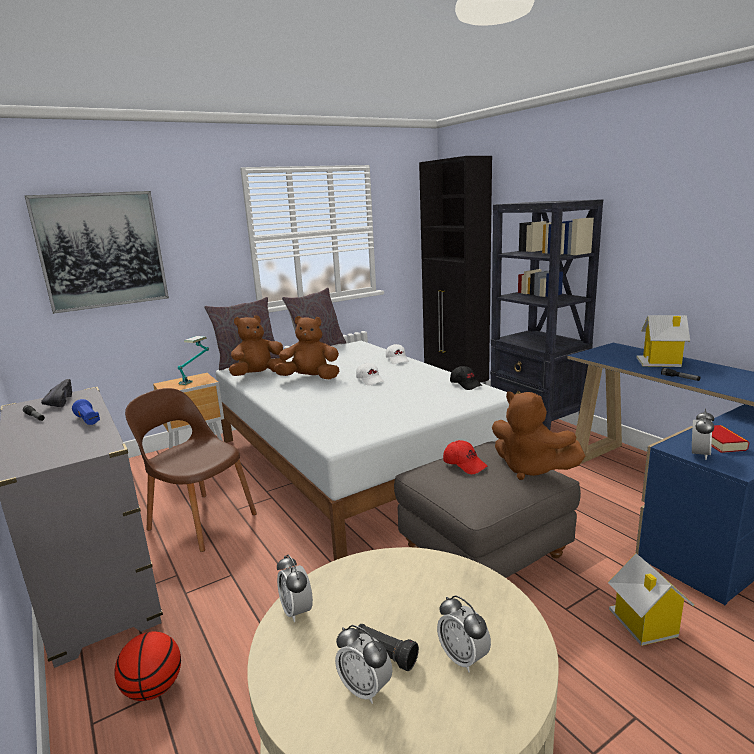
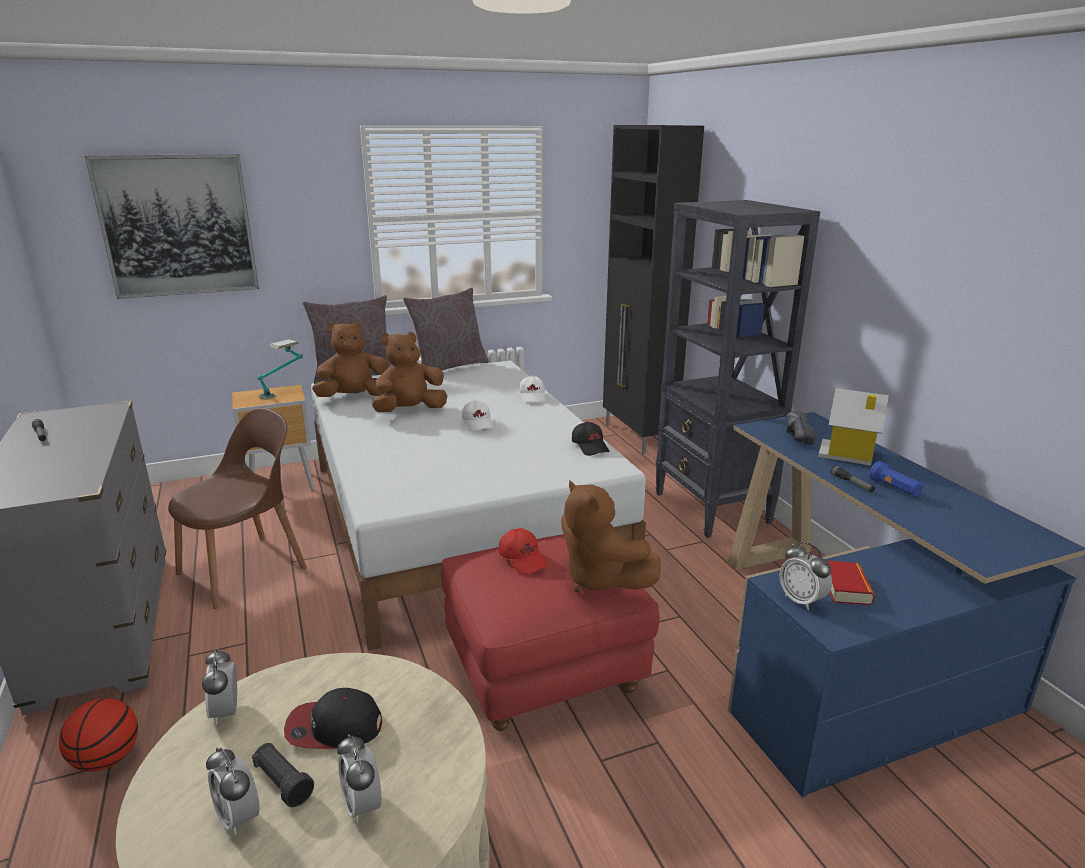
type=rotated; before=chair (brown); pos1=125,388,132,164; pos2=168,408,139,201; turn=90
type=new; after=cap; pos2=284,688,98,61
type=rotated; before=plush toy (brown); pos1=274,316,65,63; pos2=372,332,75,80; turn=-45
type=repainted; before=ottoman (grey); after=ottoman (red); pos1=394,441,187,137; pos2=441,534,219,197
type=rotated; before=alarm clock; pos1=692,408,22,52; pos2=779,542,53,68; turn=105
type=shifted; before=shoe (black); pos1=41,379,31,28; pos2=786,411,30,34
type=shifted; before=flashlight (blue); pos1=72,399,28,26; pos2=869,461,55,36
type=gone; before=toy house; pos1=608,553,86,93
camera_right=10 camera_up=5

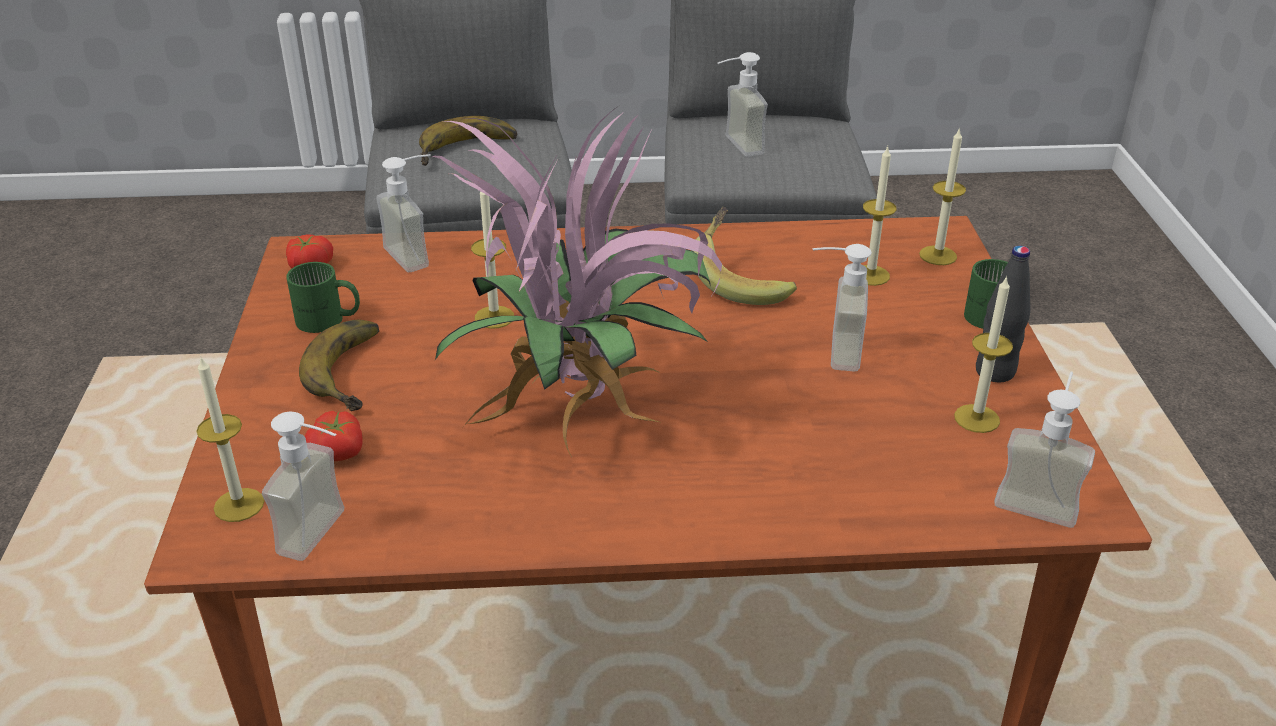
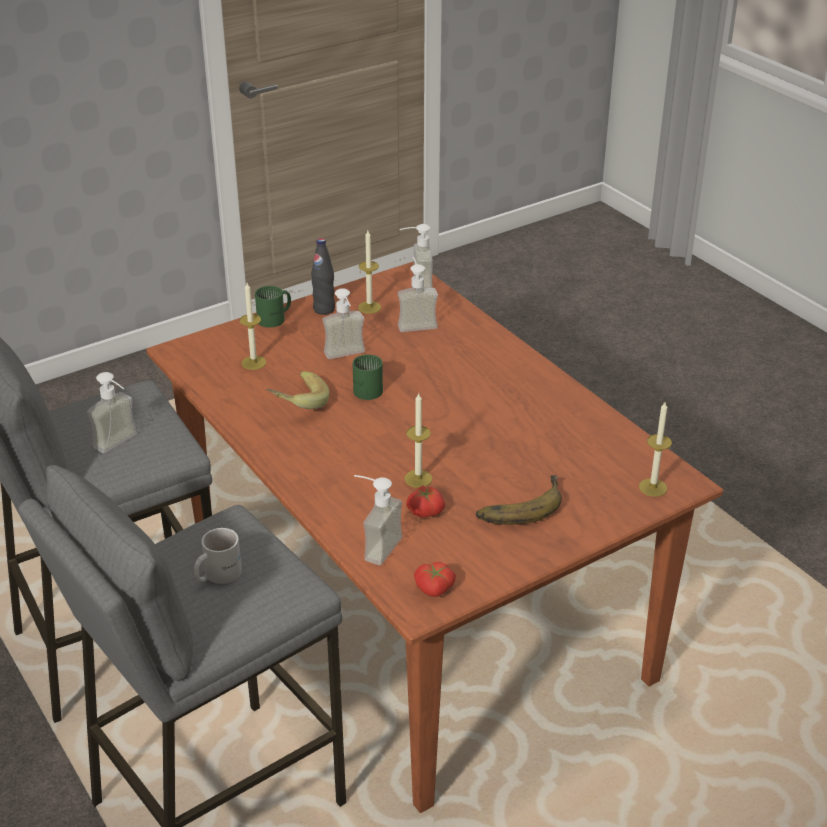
type=swapped; before=banana; after=mug (white); pos1=419,116,99,50; pos2=194,528,48,56
type=shifted; before=mug (green); pos1=286,262,74,71; pos2=353,354,30,46
type=shifted; before=soap dispenser; pos1=262,411,82,150; pos2=398,257,40,75
type=shifted; before=tomato; pos1=305,411,58,50; pos2=406,486,39,32
type=gone; before=potted plant; pos1=433,108,289,349
type=gone; before=candle; pos1=919,127,47,138
camera_right=-120 camera_up=0

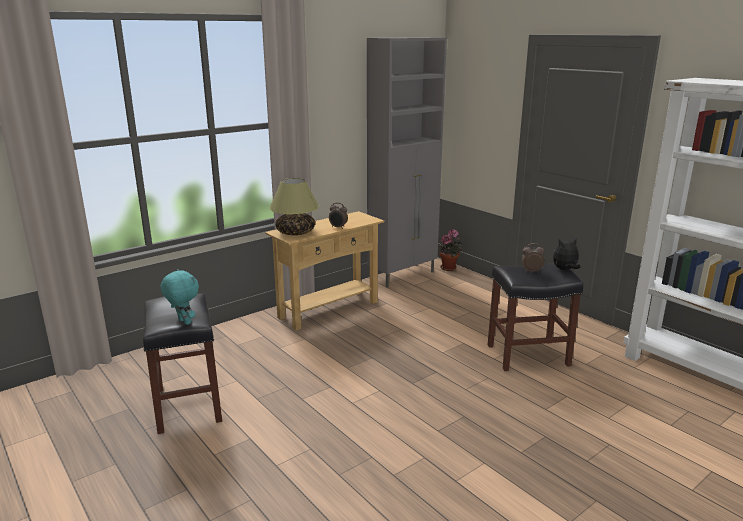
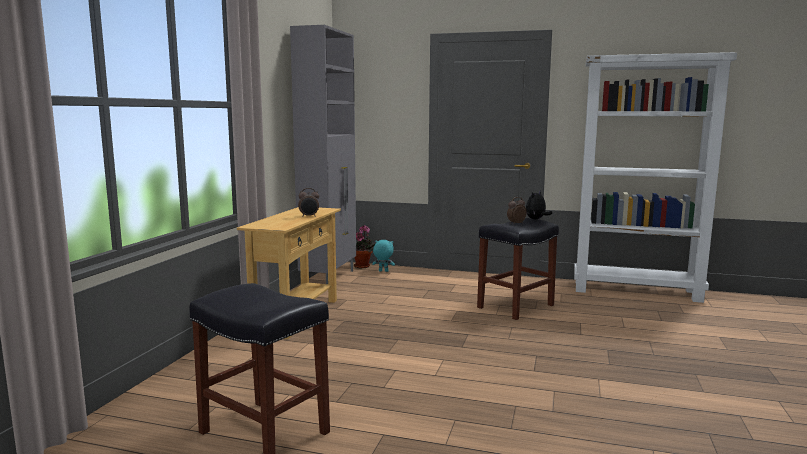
type=shifted; before=plush toy (turquoise); pos1=160,269,39,56; pos2=372,240,23,32
type=gone; before=table lamp; pos1=270,178,49,57
camera_right=-35 camera_up=-10

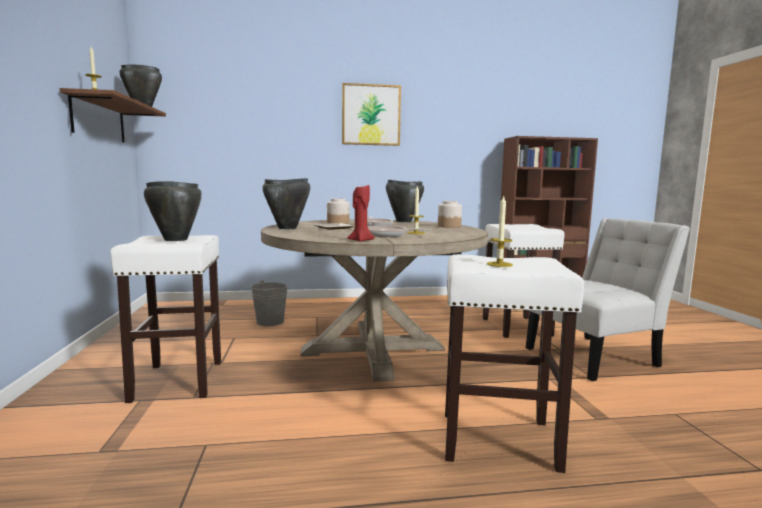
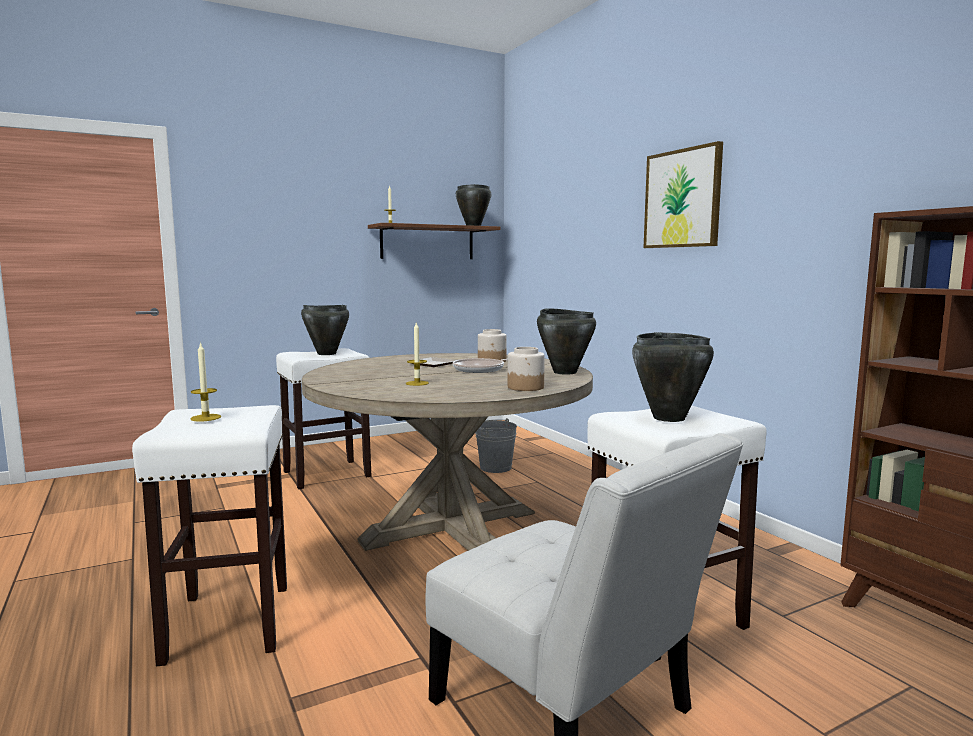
type=shifted; before=cooking pot (black); pos1=262,178,48,51; pos2=632,332,82,90
type=gone; before=candle (red); pos1=347,185,28,57
type=gone; before=frying pan; pos1=368,226,64,11
camera_right=70 camera_up=0

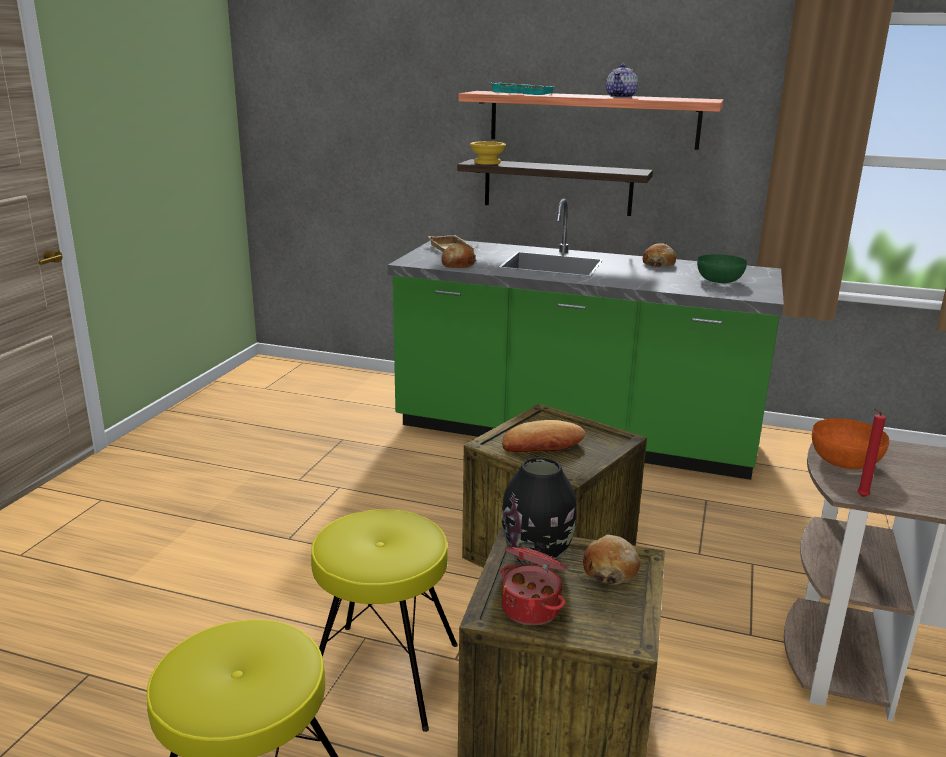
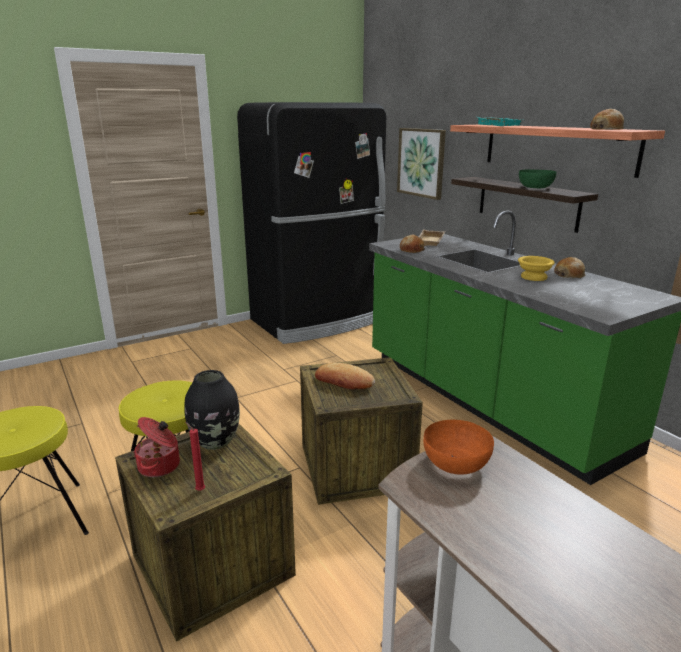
type=shifted; before=candle (red); pos1=857,408,29,89; pos2=185,422,20,69
type=new; after=fridge (black); pos2=237,102,149,242
type=new; after=picture; pos2=397,128,49,72
type=shifted; before=bowl (yellow); pos1=470,141,36,24; pos2=518,256,37,25
type=shifted; before=bowl (green); pos1=697,254,50,29; pos2=519,170,38,18
type=shifted; before=bread; pos1=583,534,58,51; pos2=590,109,34,21
type=gone; before=teapot; pos1=606,64,32,34
camera_right=40 camera_up=0

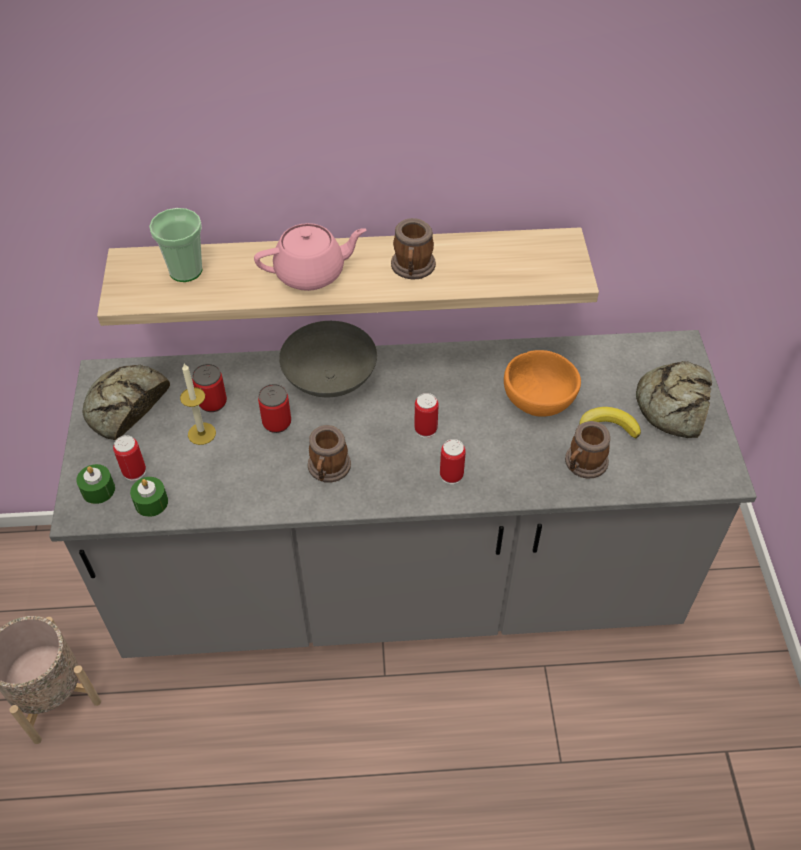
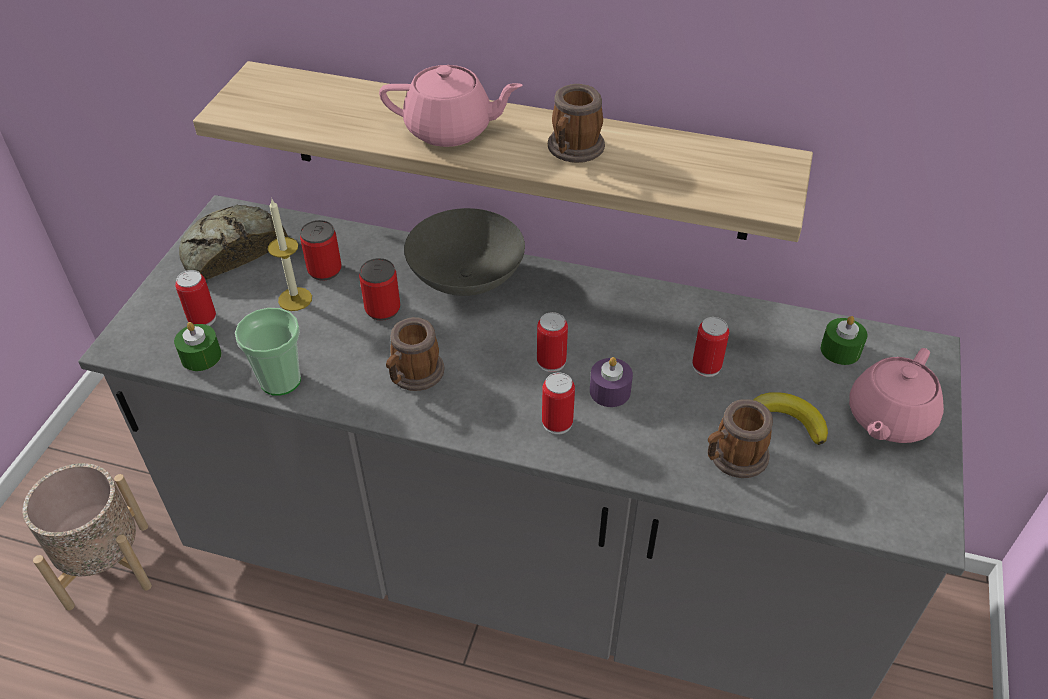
type=shifted; before=cup; pos1=149,208,53,74; pos2=235,308,66,88
type=new; after=candle (purple); pos2=590,357,43,50
type=swapped; before=bowl (orange); after=can; pos1=504,350,77,67; pos2=692,317,37,60
type=shifted; before=candle (green); pos1=76,464,39,40; pos2=820,316,47,49
type=swapped; before=bread; after=teapot (pink); pos1=636,361,76,77; pos2=849,348,95,95
camera_right=20 camera_up=-5

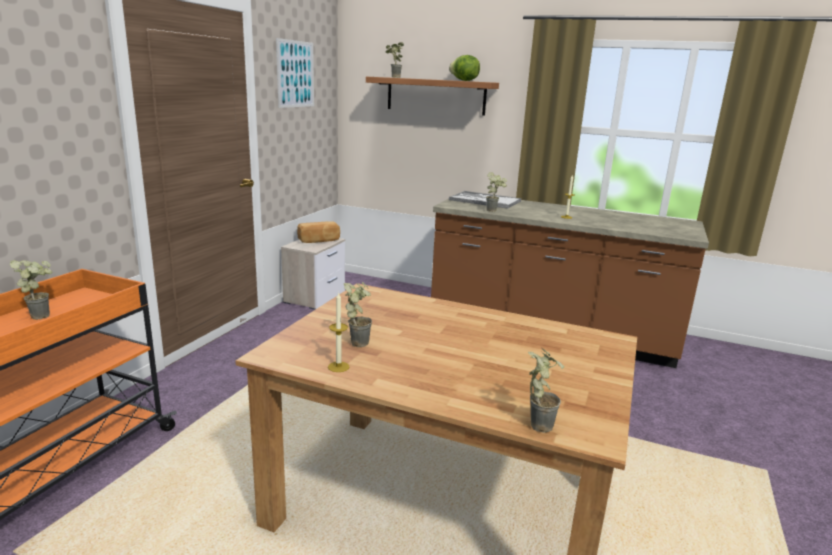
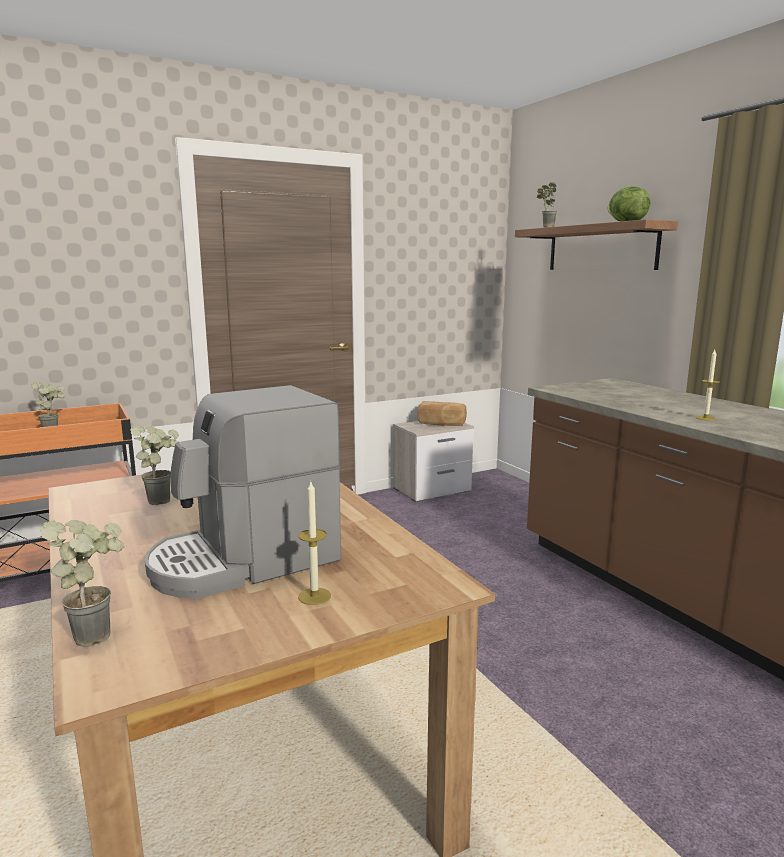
type=new; after=coffee machine; pos2=145,385,196,214
type=shifted; before=candle; pos1=328,292,22,80; pos2=298,482,33,123
type=gone; before=picture; pos1=276,38,38,70
type=gone; before=tray; pos1=449,191,72,18
type=gone; before=potted plant; pos1=486,172,21,40
camera_right=40 camera_up=-5

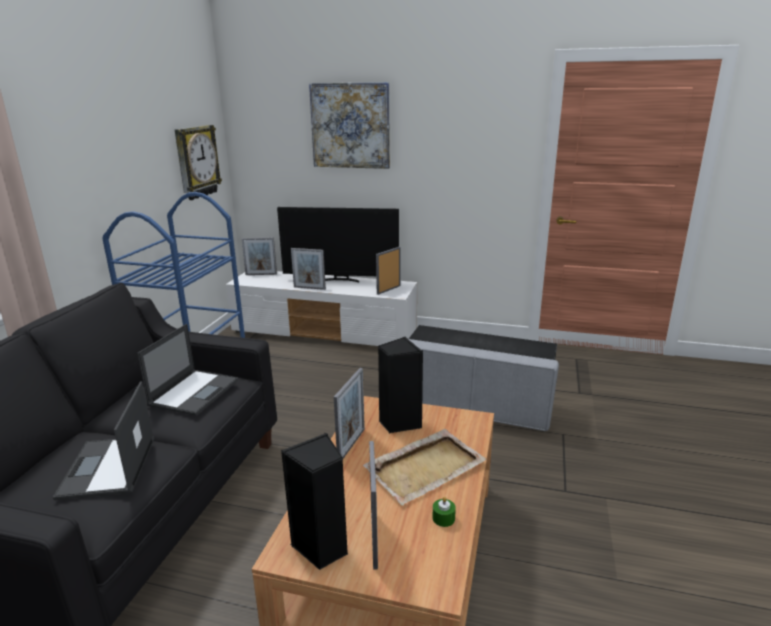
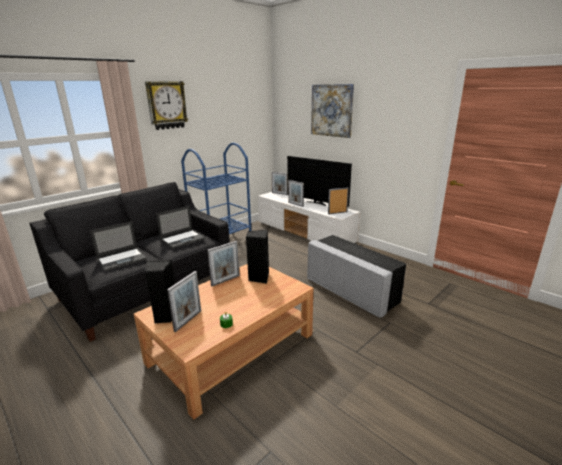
type=rotated; before=laptop; pos1=53,381,101,119; pos2=90,221,57,50; turn=-150
type=shifted; before=wall clock; pos1=175,125,47,75; pos2=145,81,43,49
type=gone; before=tray (beige); pos1=363,429,124,76
camera_right=30 camera_up=0

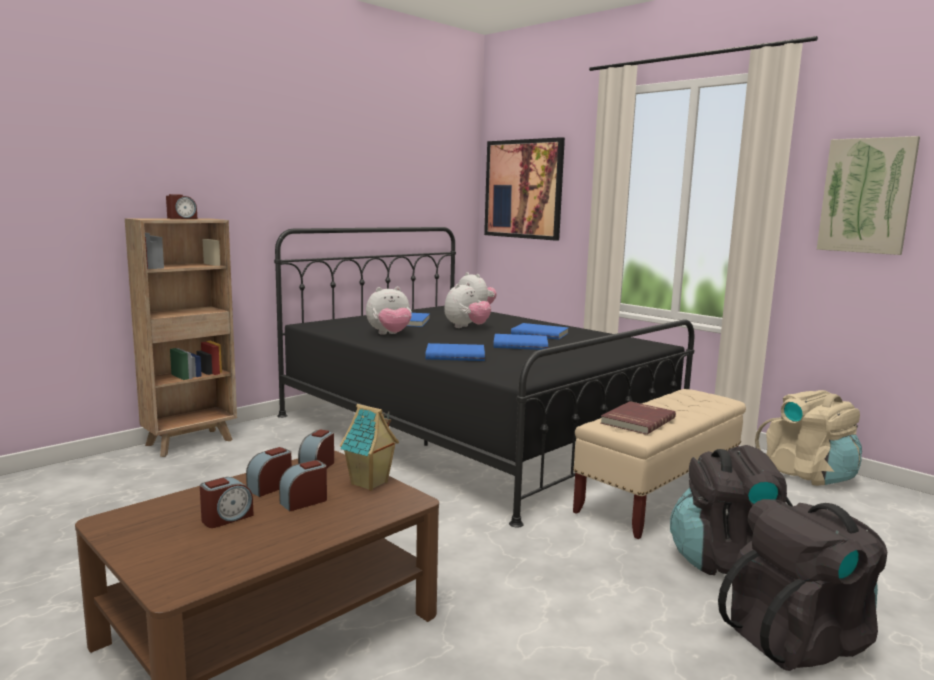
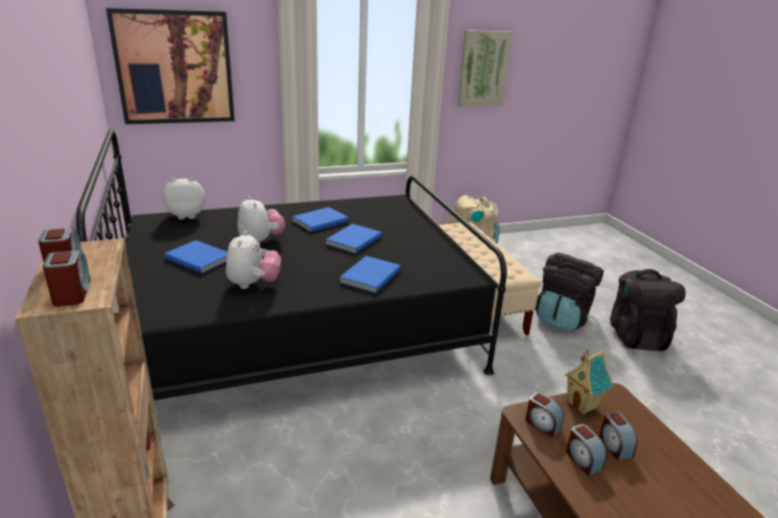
type=shifted; before=alarm clock; pos1=200,477,54,51; pos2=43,250,47,57
type=gone; before=book (red); pos1=600,401,76,34
camera_right=-65 camera_up=15

